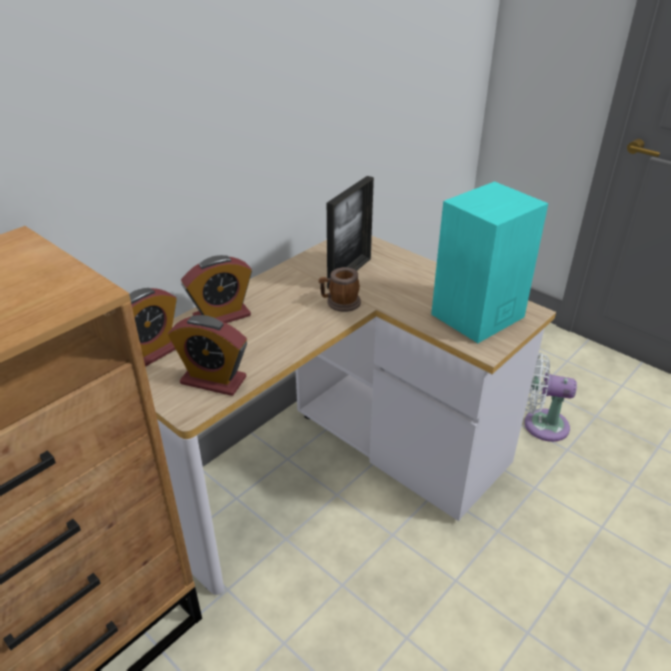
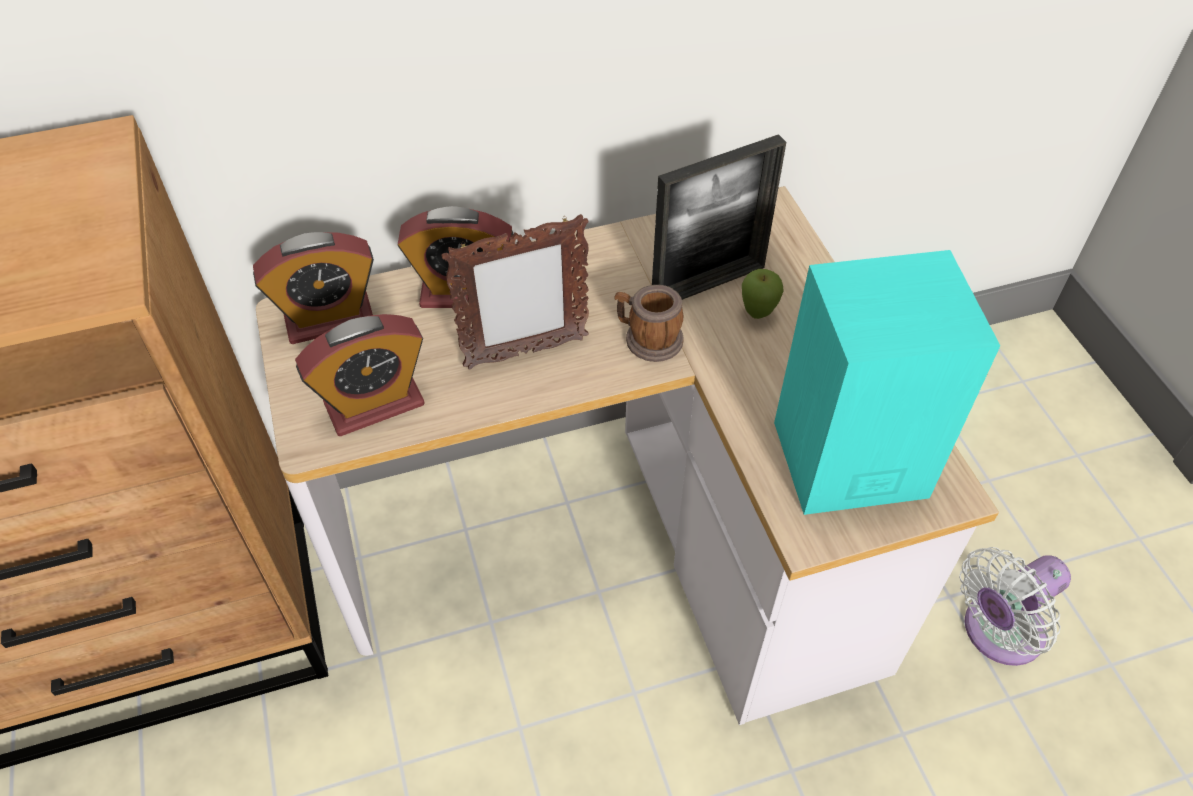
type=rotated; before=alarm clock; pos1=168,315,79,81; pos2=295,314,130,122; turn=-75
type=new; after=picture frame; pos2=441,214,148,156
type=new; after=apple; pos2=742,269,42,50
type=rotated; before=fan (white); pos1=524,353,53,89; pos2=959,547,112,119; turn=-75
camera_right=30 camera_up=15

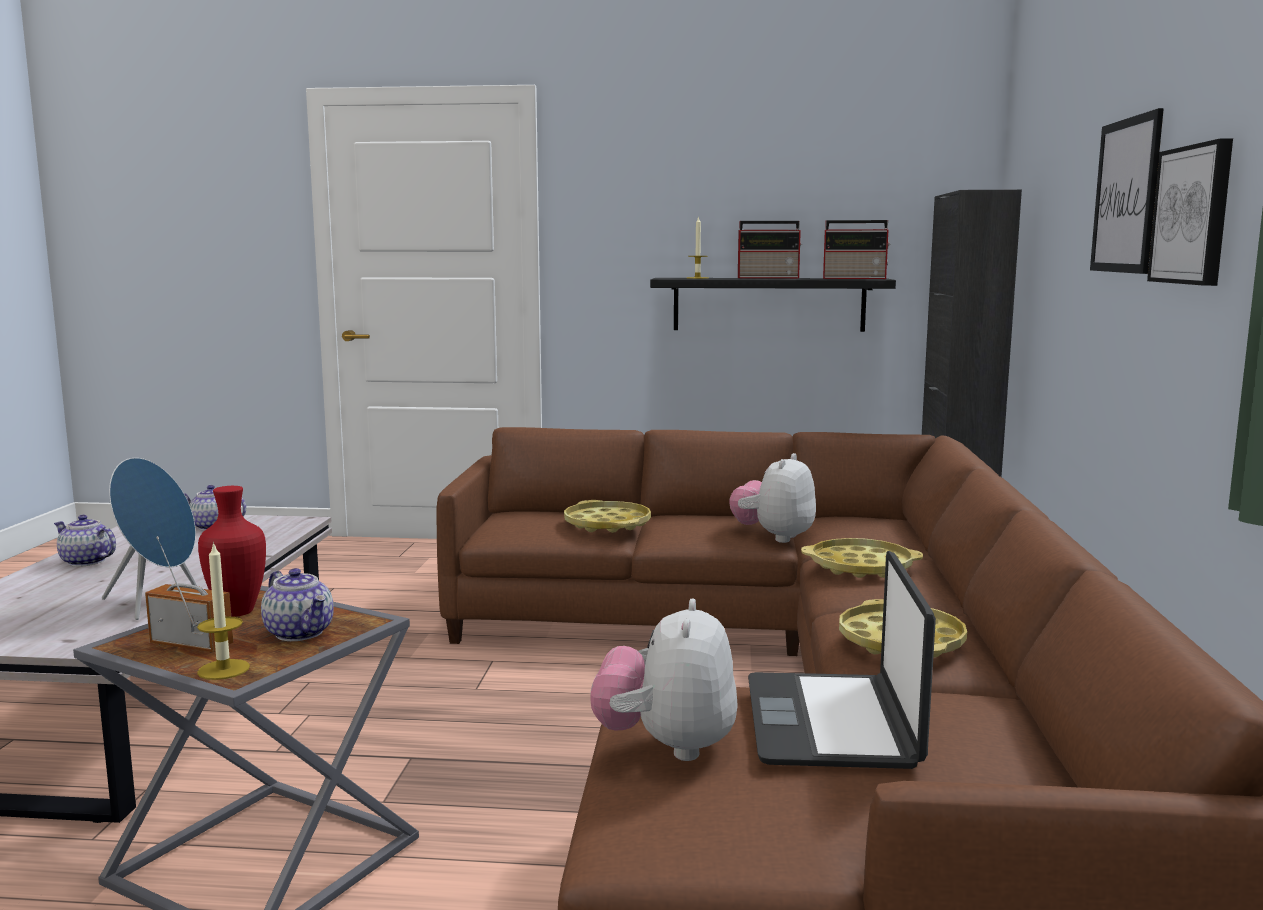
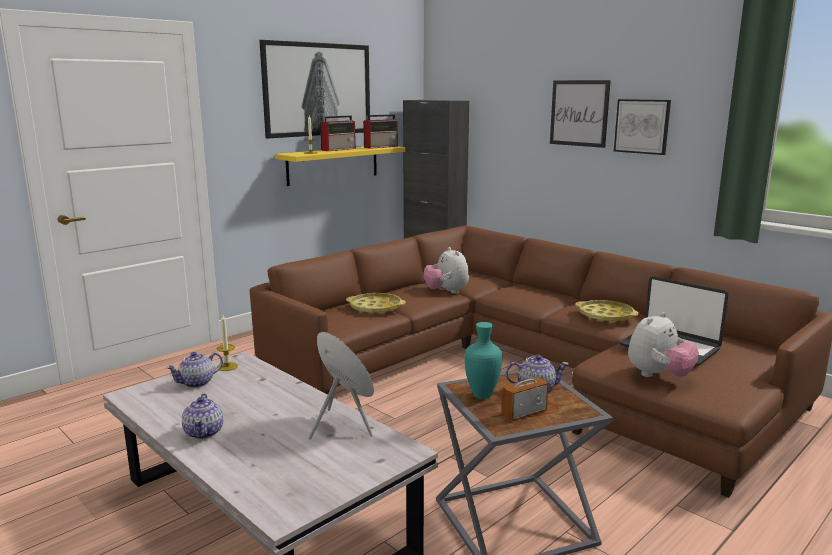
type=rotated; before=teapot; pos1=54,515,62,52; pos2=182,393,41,46; turn=-75
type=shifted; before=candle; pos1=197,542,53,138; pos2=217,315,21,56
type=new; after=picture; pos2=259,40,111,99
type=repainted; before=shelf (black); after=shelf (yellow); pos1=650,278,246,54; pos2=275,147,130,39
type=repainted; before=vase (red); after=vase (turquoise); pos1=198,486,68,131; pos2=464,322,38,77
type=rotated; before=plush toy; pos1=590,599,148,162; pos2=628,312,71,65; turn=-90
type=gone; before=tray (yellow); pos1=801,538,122,40
camera_right=-50 camera_up=5

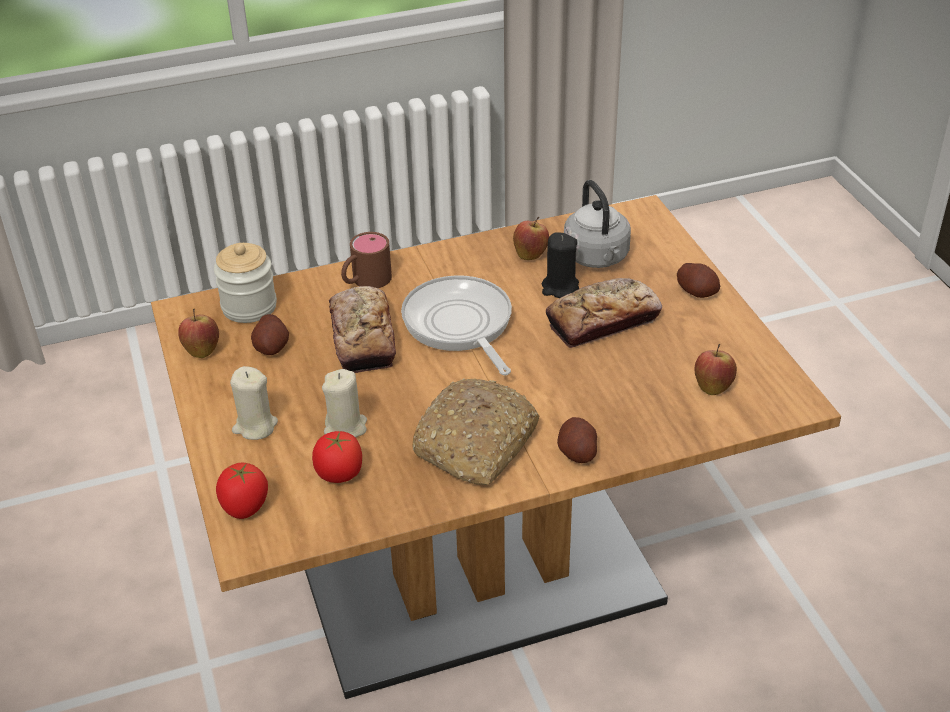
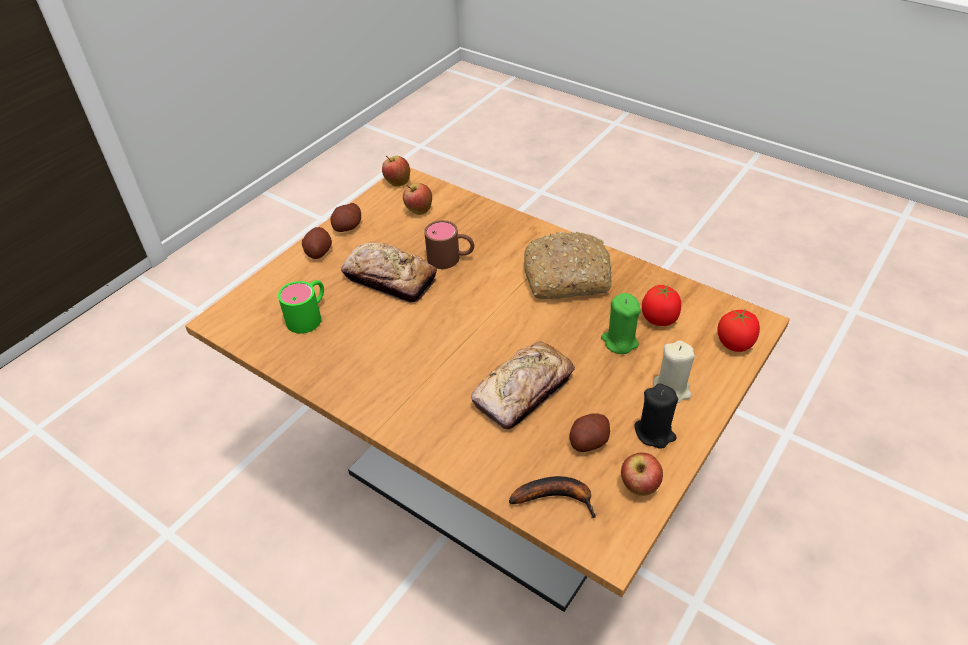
type=swapped; before=kettle (grey); after=mug (green); pos1=564,180,67,88; pos2=278,280,46,54
type=shifted; before=potato; pos1=557,417,40,46; pos2=330,203,31,29
type=shifted; before=apple; pos1=513,217,36,43; pos2=382,155,28,32
type=shifted; before=mug (brown); pos1=341,232,51,56; pos2=424,220,50,49
type=swapped; before=jar; after=banana; pos1=214,243,63,80; pos2=509,476,87,42
type=repainted; before=candle (beige); after=candle (green); pos1=322,369,45,69; pos2=601,293,40,61
type=shifted; before=candle (black); pos1=542,233,37,65; pos2=634,384,44,65
type=gone; before=frying pan; pos1=401,275,111,100
camera_right=-125 camera_up=5

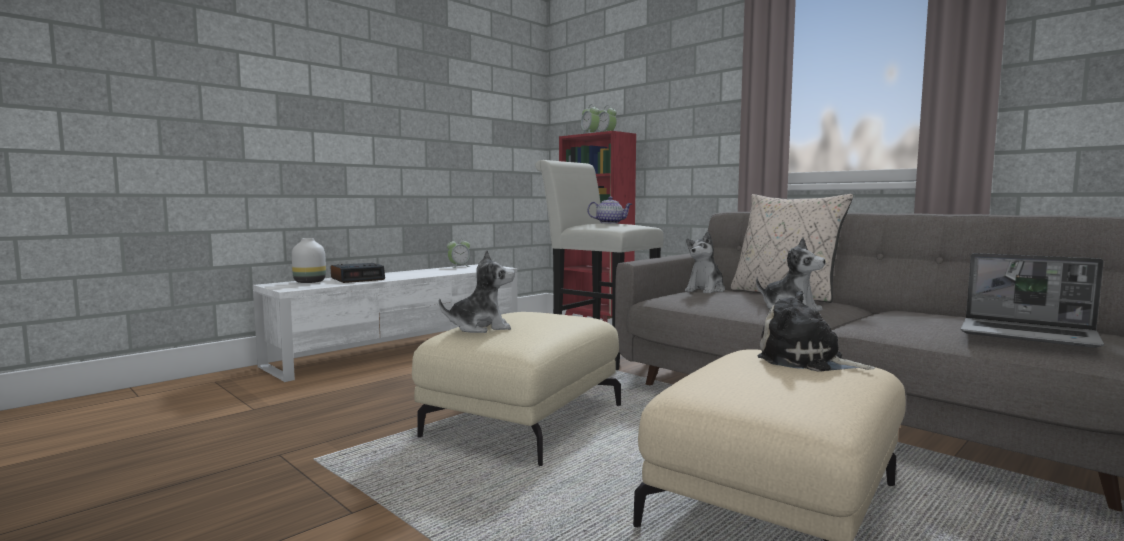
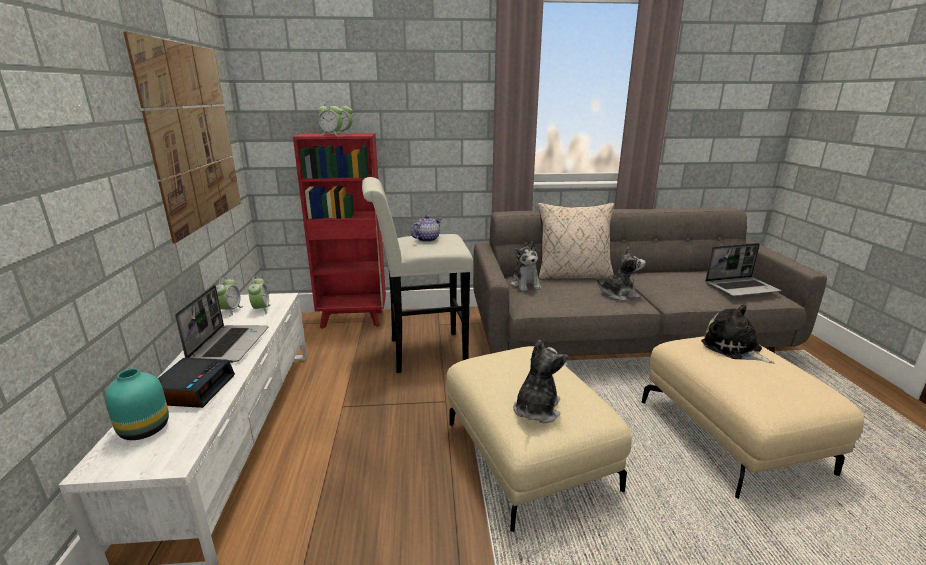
type=repainted; before=vase (white); after=vase (turquoise); pos1=292,238,34,45; pos2=105,368,64,72
type=new; after=picture; pos2=123,31,118,212
type=new; after=laptop; pos2=175,285,94,78
type=new; after=alarm clock; pos2=248,276,23,38
type=rotated; before=plush toy; pos1=758,291,117,81; pos2=701,305,74,59; turn=75
camera_right=-50 camera_up=15

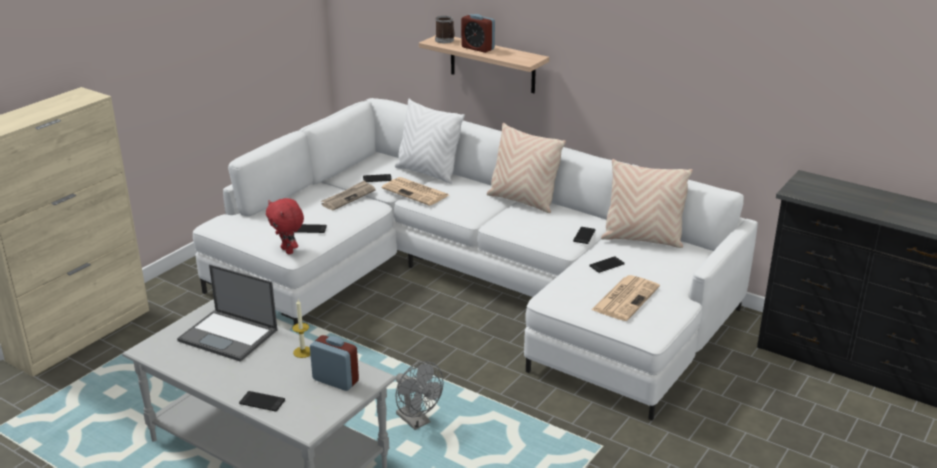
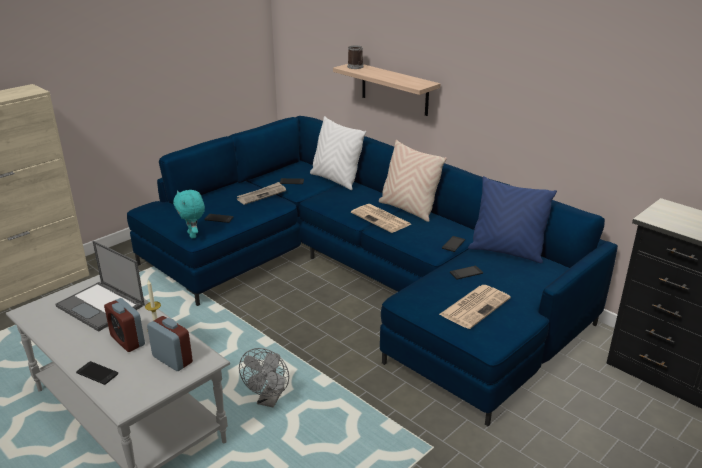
type=shifted; before=alarm clock; pos1=461,14,34,39; pos2=104,298,41,54
type=repainted; before=sofa (white); after=sofa (blue); pos1=193,98,565,322; pos2=127,116,491,310
type=repainted; before=plush toy (red); after=plush toy (turquoise); pos1=266,198,38,56; pos2=173,190,32,49
type=rotated; before=fan (grey); pos1=395,361,48,69; pos2=239,348,50,60; turn=45
type=shifted; before=newspaper; pos1=382,177,67,29; pos2=351,204,60,29
type=repainted; before=pillow (beige); after=pillow (blue); pos1=601,159,92,89; pos2=468,176,89,87
camera_right=10 camera_up=0

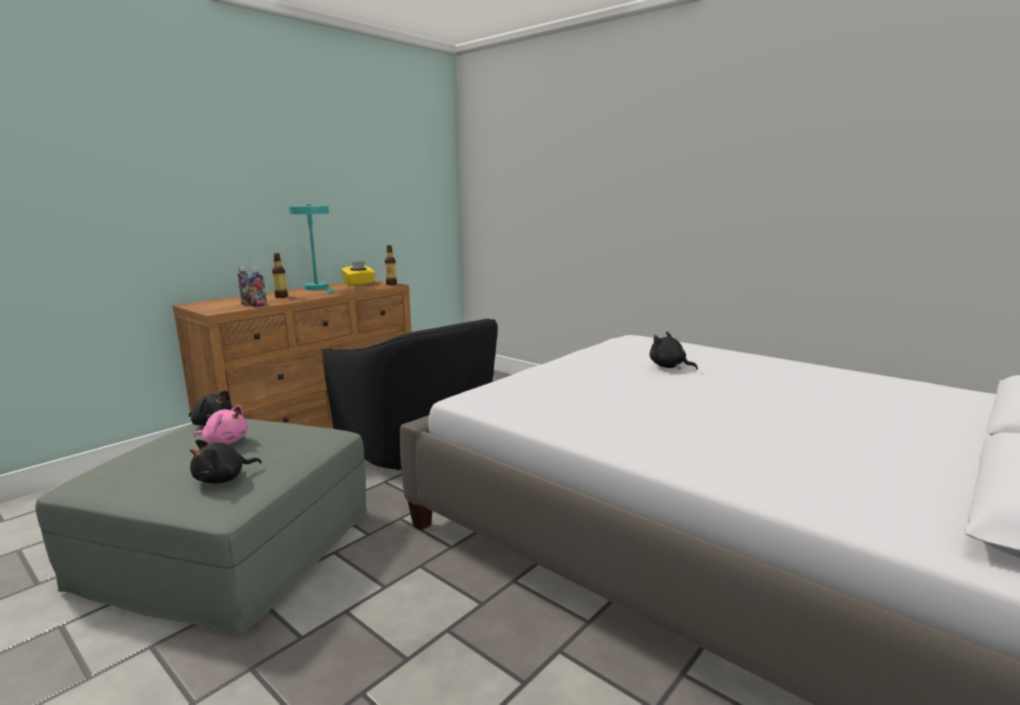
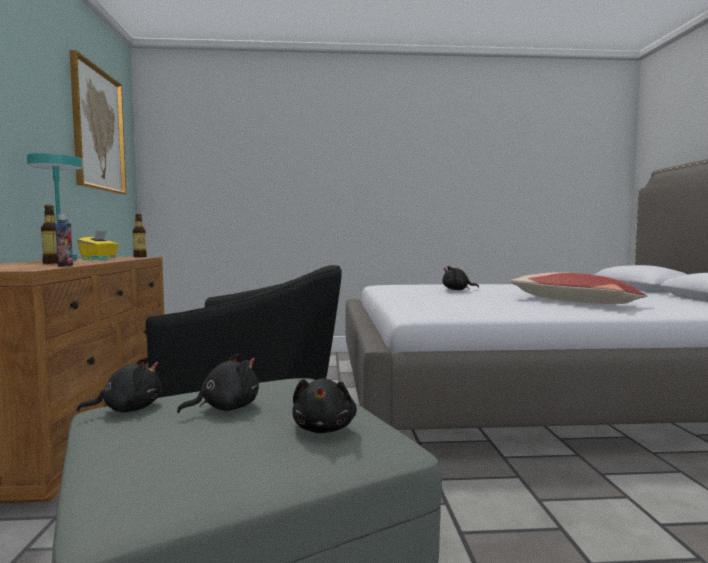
type=new; after=picture; pos2=70,50,56,145
type=repainted; before=plush toy (pink); after=plush toy (black); pos1=194,405,54,40; pos2=177,353,82,60
type=new; after=pillow; pos2=510,272,138,32
type=gone; before=bottle; pos1=237,267,14,38
camera_right=-45 camera_up=-10

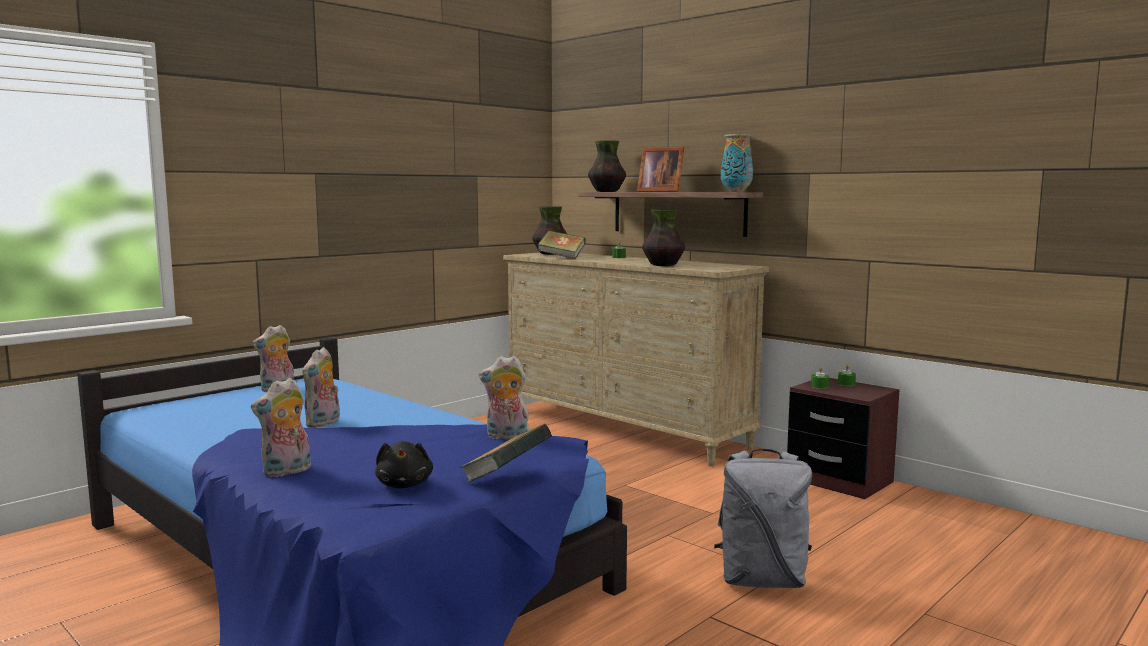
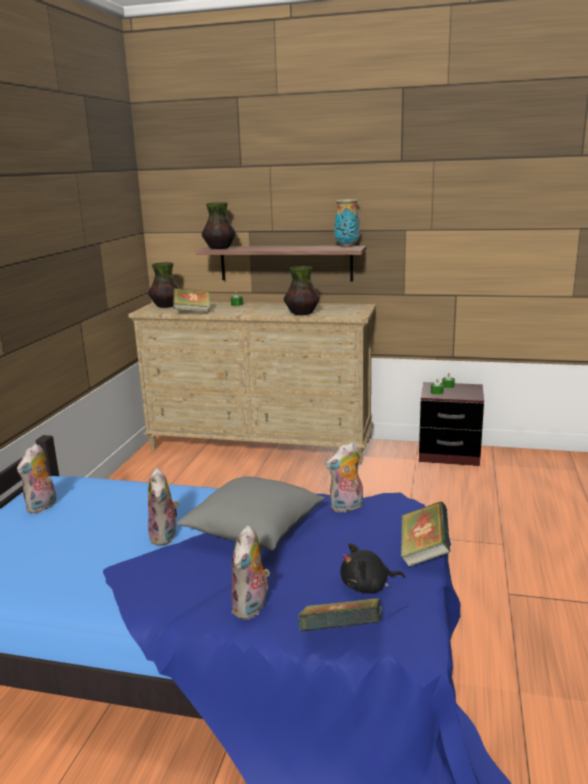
type=new; after=pillow (grey); pos2=177,477,148,74
type=new; after=book; pos2=298,598,84,34
type=rotated; before=plush toy (black); pos1=375,441,58,47; pos2=340,543,65,51; turn=120
type=gone; before=picture frame; pos1=637,147,47,45
type=gone; before=backpack (grey); pos1=714,449,98,139
camera_right=-30 camera_up=10

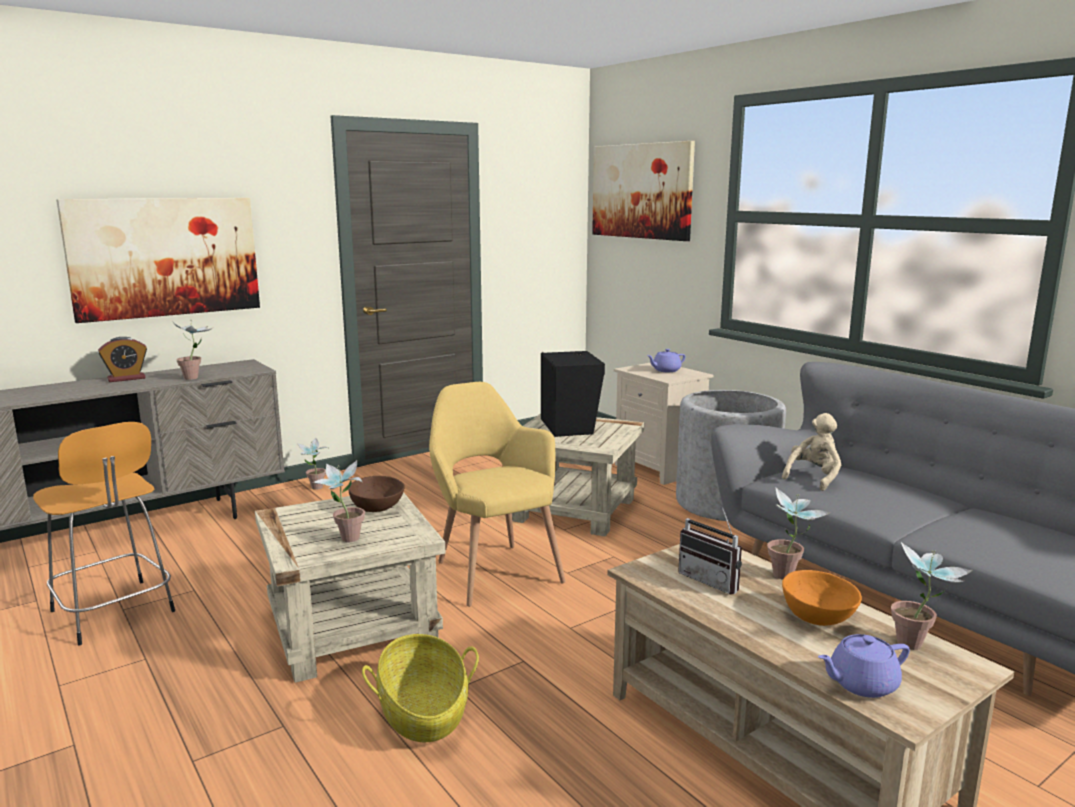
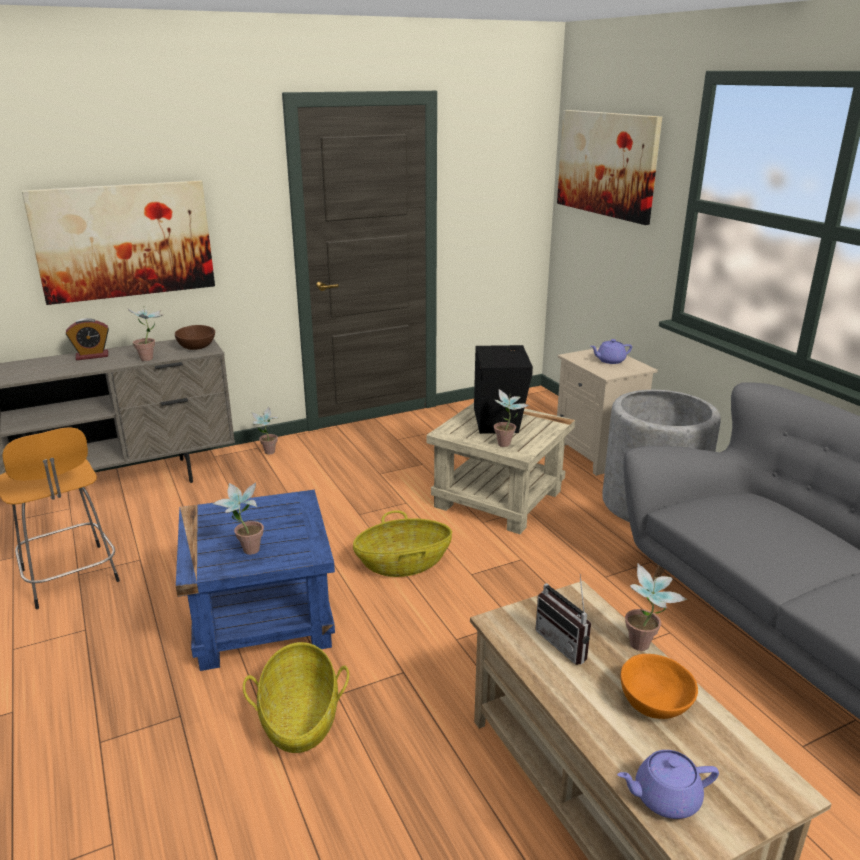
type=shifted; before=bowl (brown); pos1=348,476,57,36; pos2=175,325,40,25
type=repainted; before=side table (beige); after=side table (blue); pos1=255,492,190,191; pos2=176,490,159,181
type=swapped; before=armchair (yellow); after=basket; pos1=429,382,137,225; pos2=353,510,99,67
type=shifted; before=potted plant; pos1=891,542,81,108; pos2=494,389,35,58
type=gone; before=plush toy (beige); pos1=782,413,59,78
camera_right=10 camera_up=10

